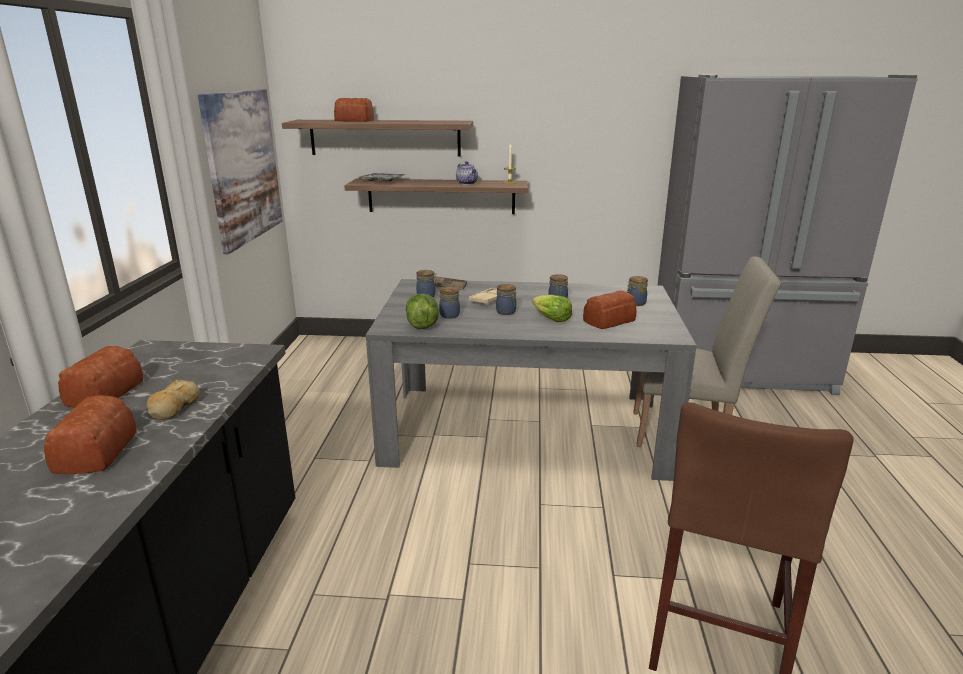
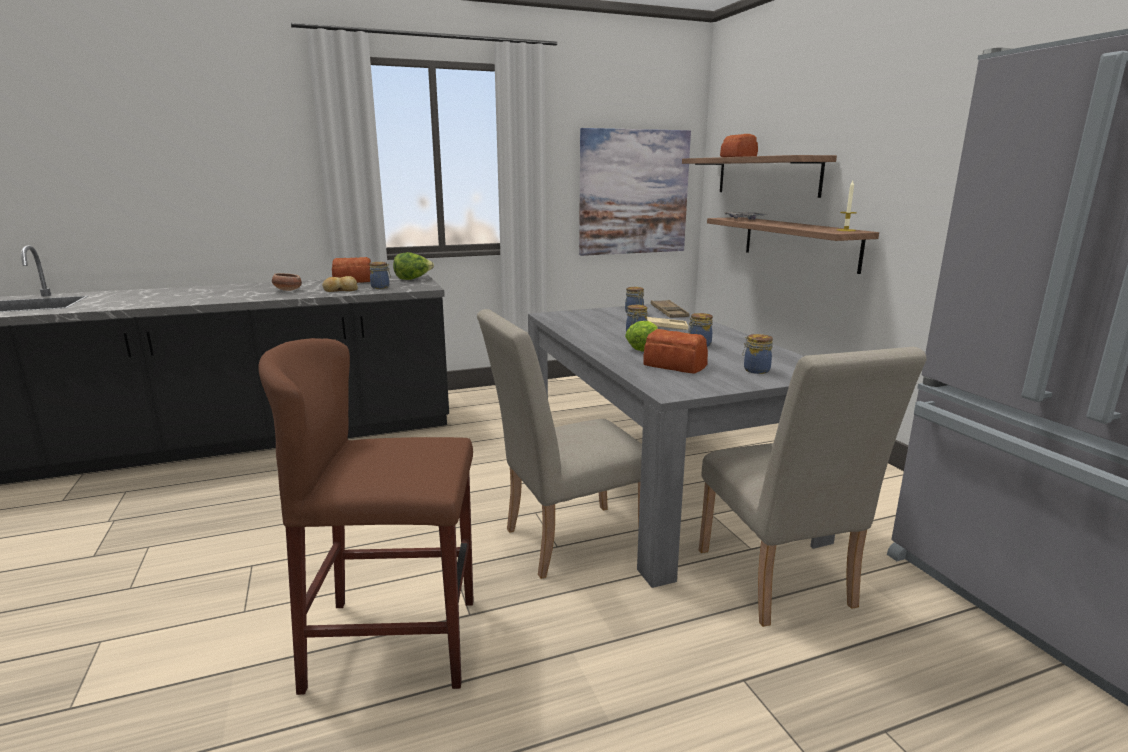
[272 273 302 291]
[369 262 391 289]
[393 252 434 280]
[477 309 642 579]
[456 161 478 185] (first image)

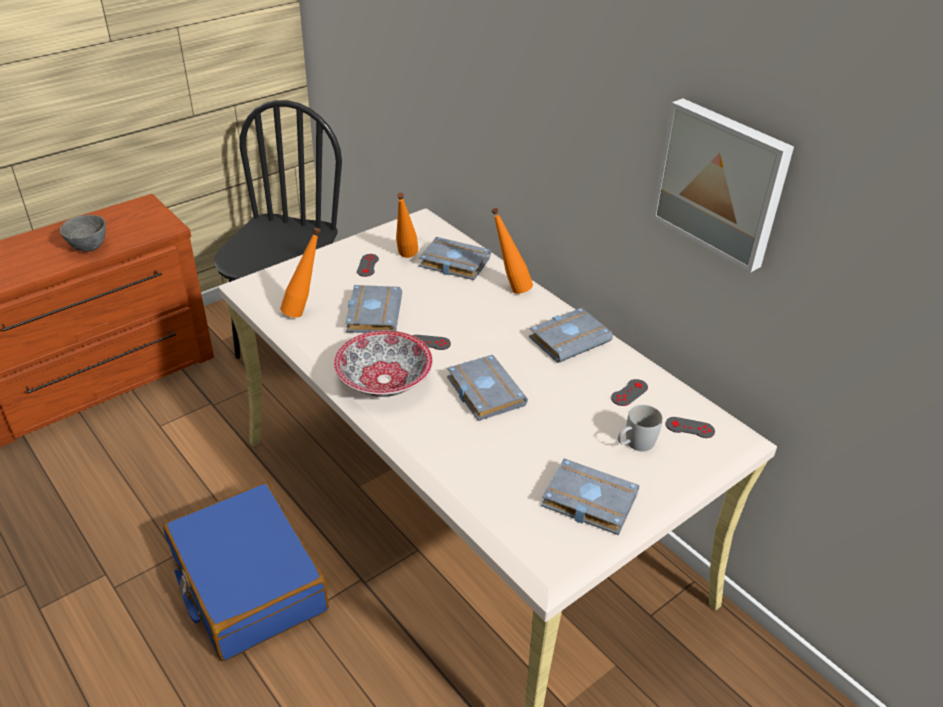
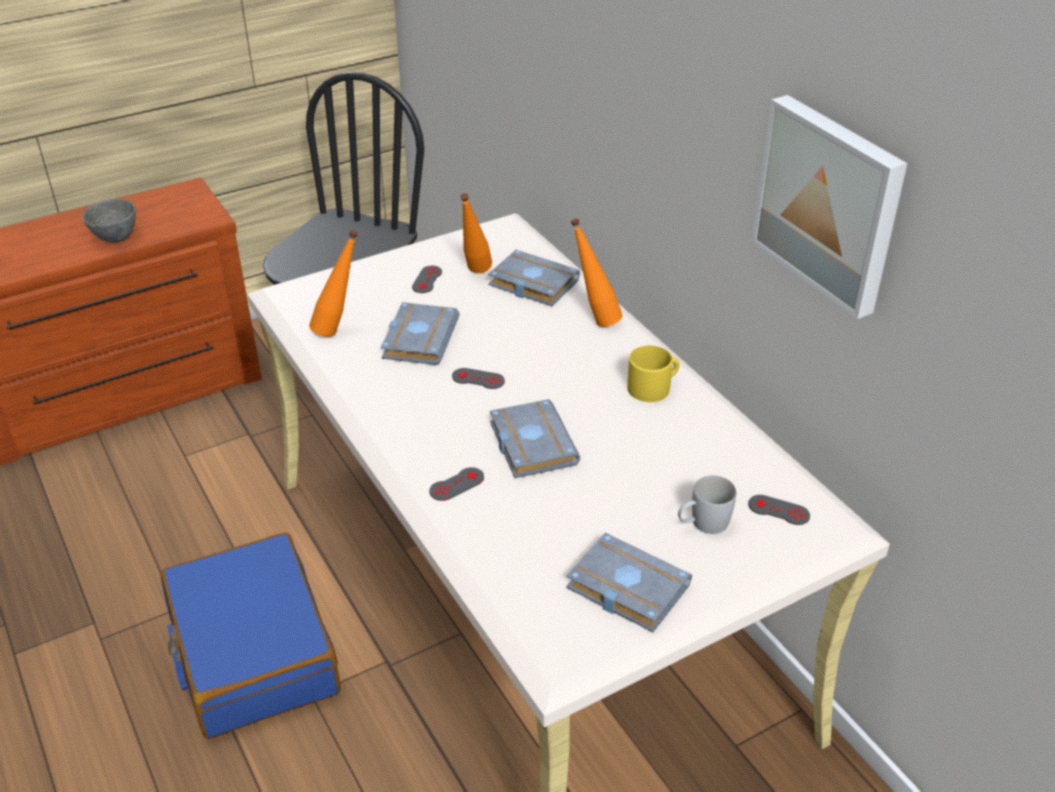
[429 467 484 501]
[627 345 680 402]
[334 330 433 397] (first image)

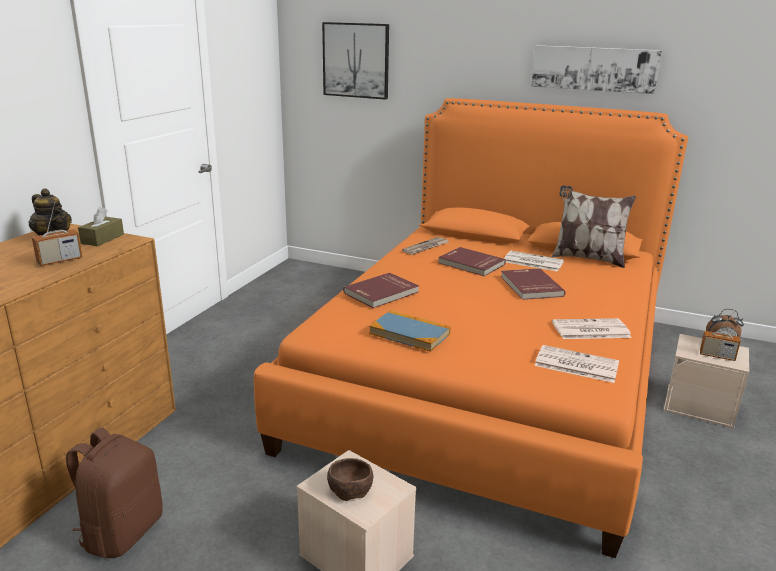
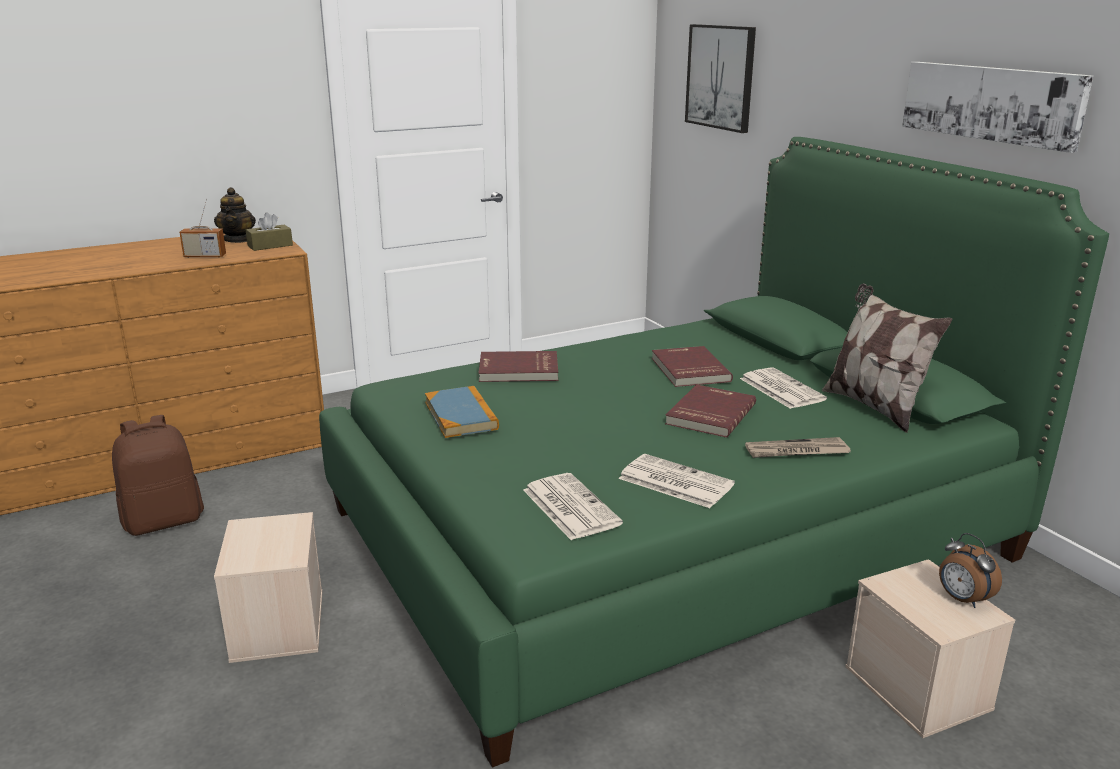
[319 137 1109 768]
[745 437 851 458]
[327 458 373 501] (first image)
[700 312 740 361] (first image)

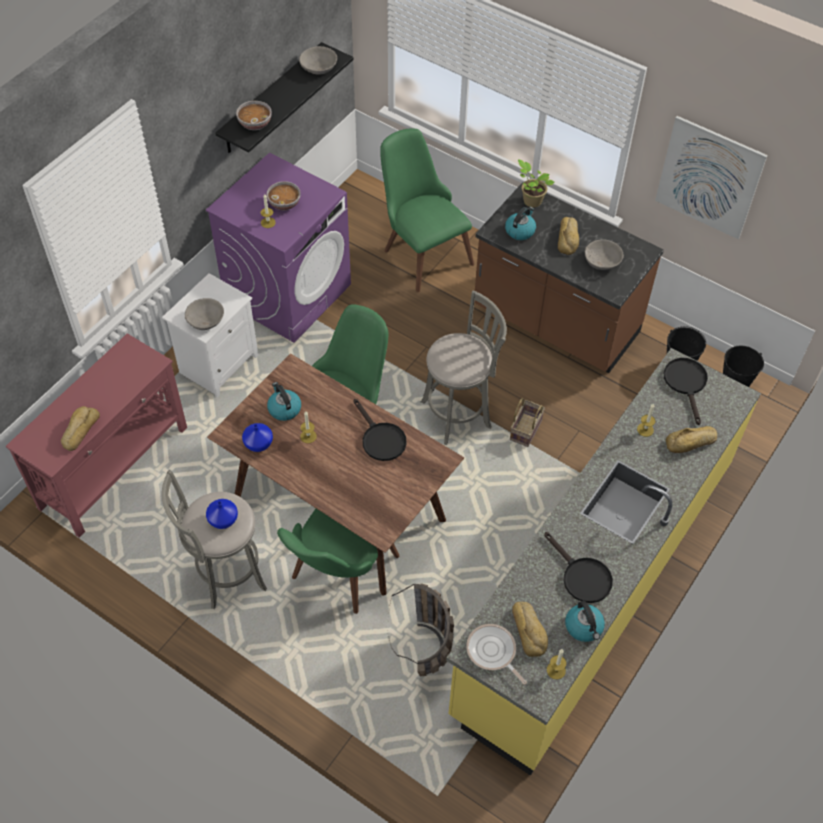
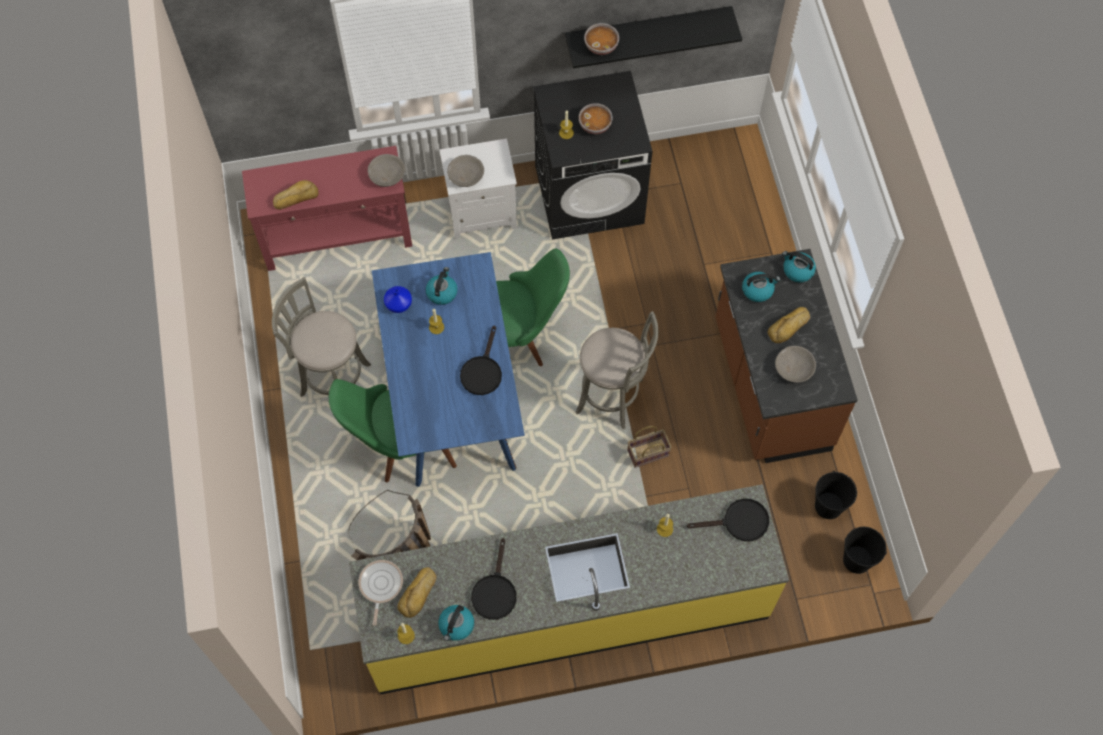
[368 154 405 187]
[372 252 525 487]
[533 71 652 239]
[687 498 769 541]
[782 251 816 283]
[206 499 238 529] (first image)
[380 129 474 292] (first image)
[655 116 768 239] (first image)
[666 426 717 453] (first image)

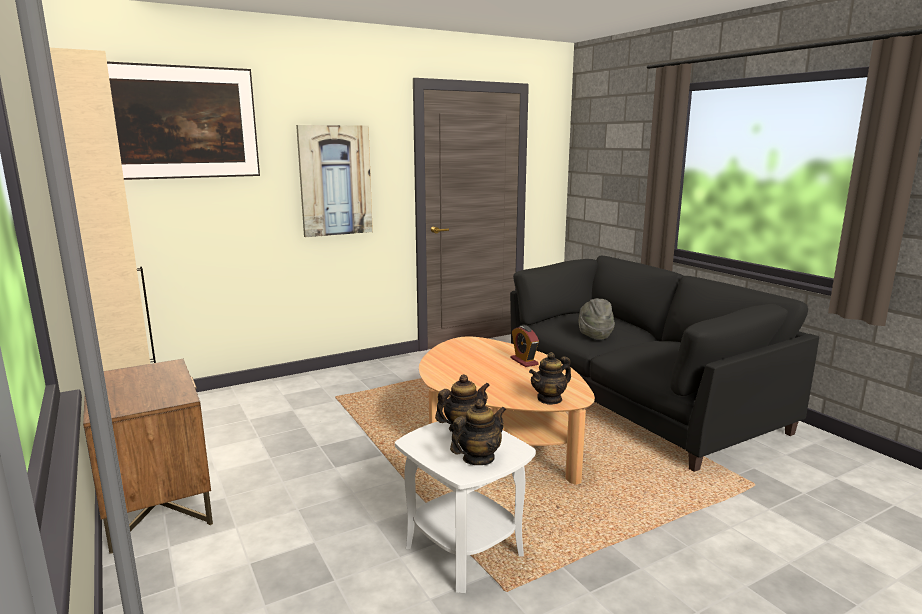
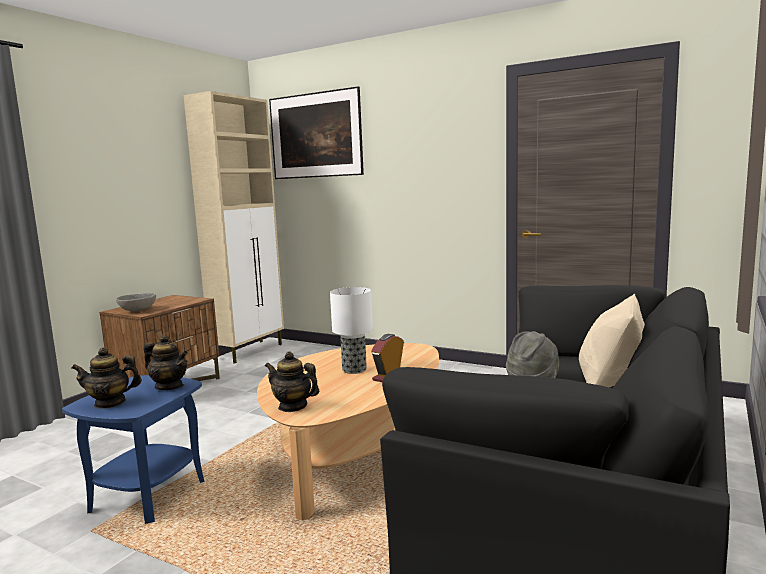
[62 375 205 524]
[72 347 142 409]
[116 293 156 311]
[330 287 373 374]
[579 294 645 387]
[296 125 373 237] (first image)

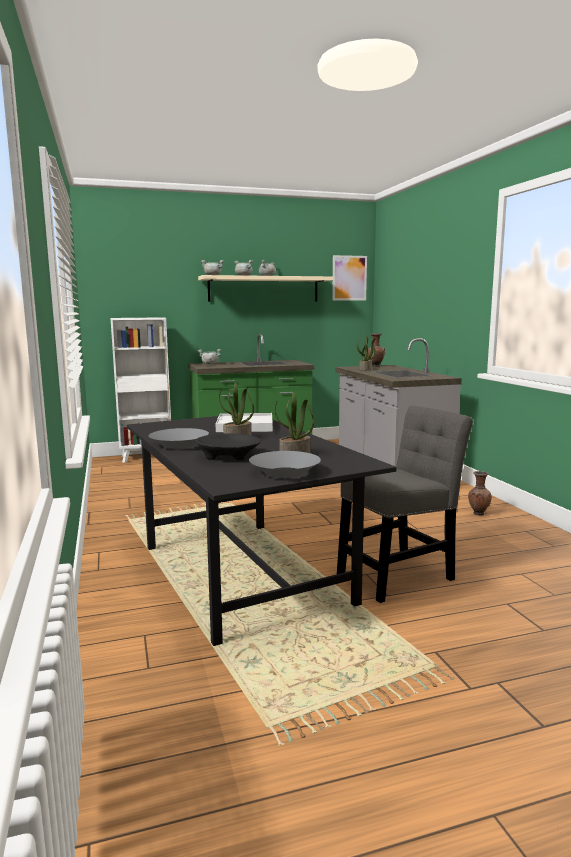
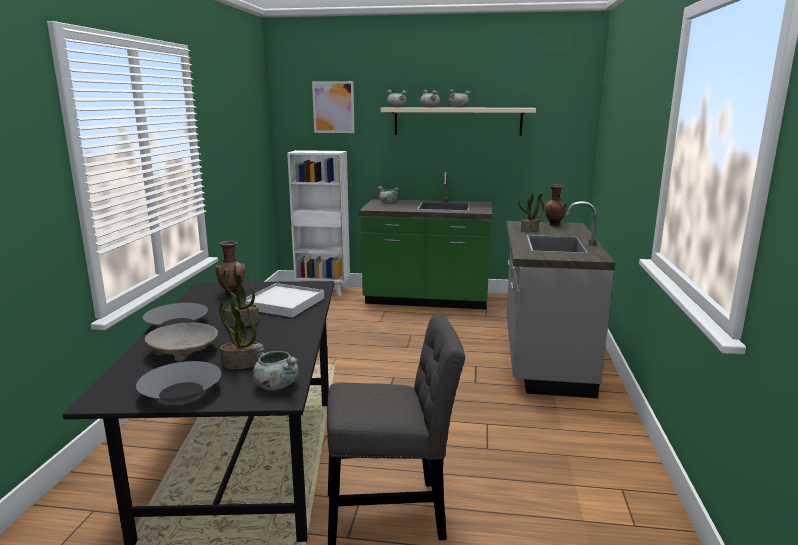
[145 323 218 362]
[215 241 245 295]
[253 343 299 390]
[312 81 354 133]

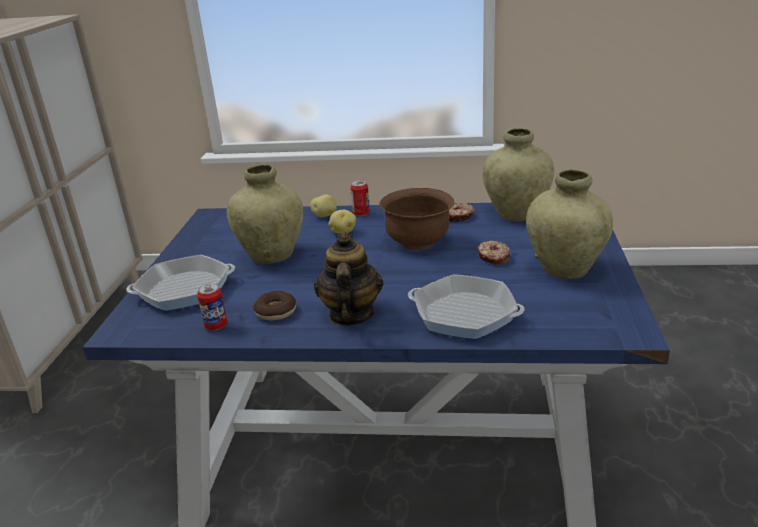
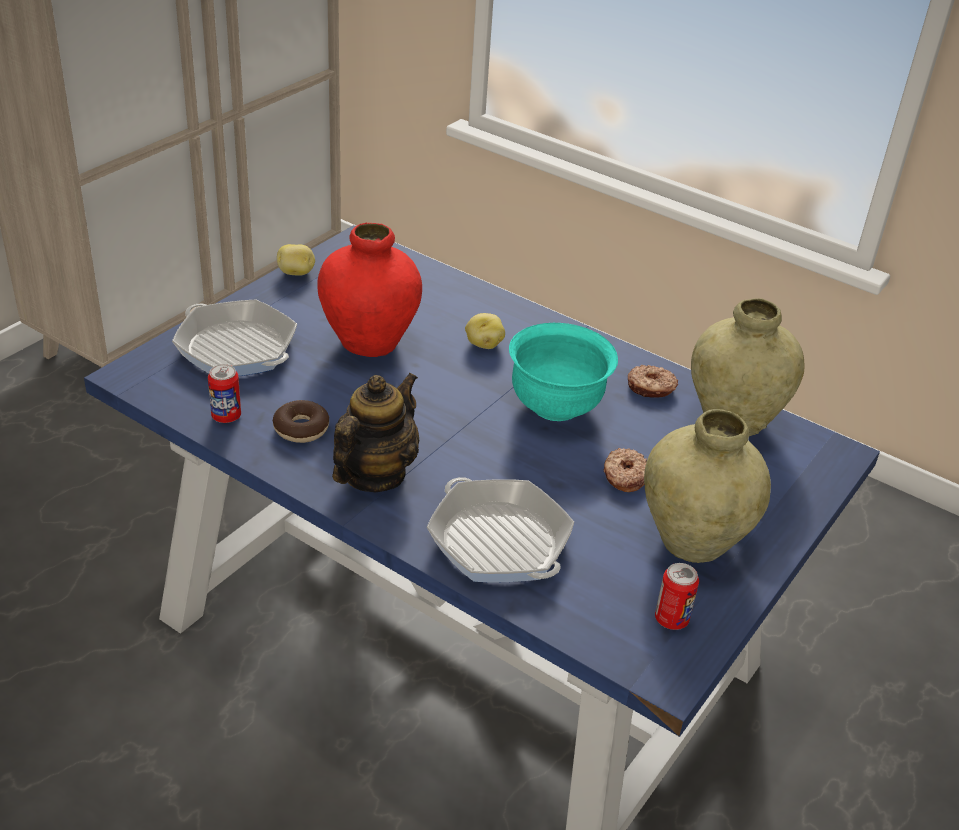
[172 300 297 376]
[277 244 315 276]
[317 223 422 357]
[509 323 618 421]
[655 563 699 630]

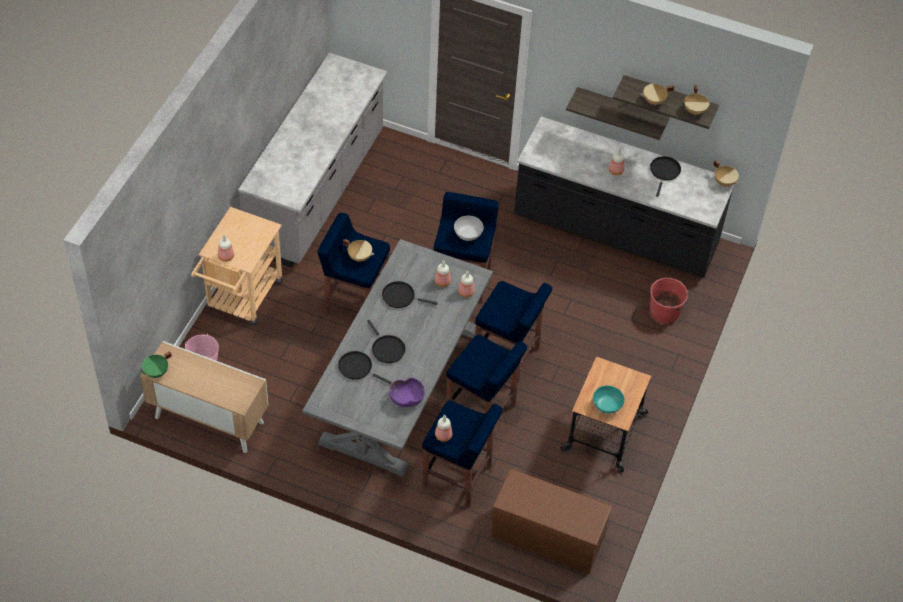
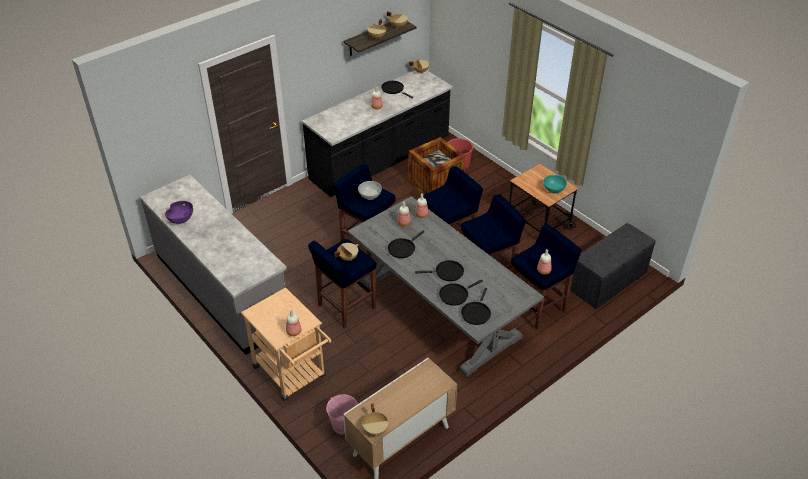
[165 201 193 224]
[363 404 389 436]
[409 137 465 195]
[461 288 491 325]
[570 223 656 309]
[566 87 670 140] (first image)

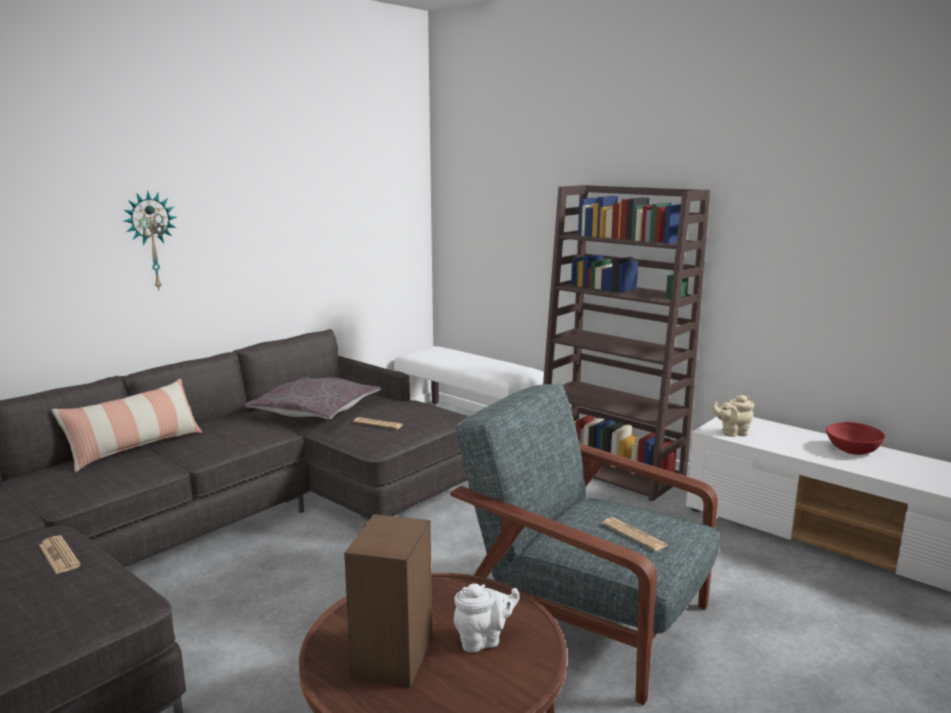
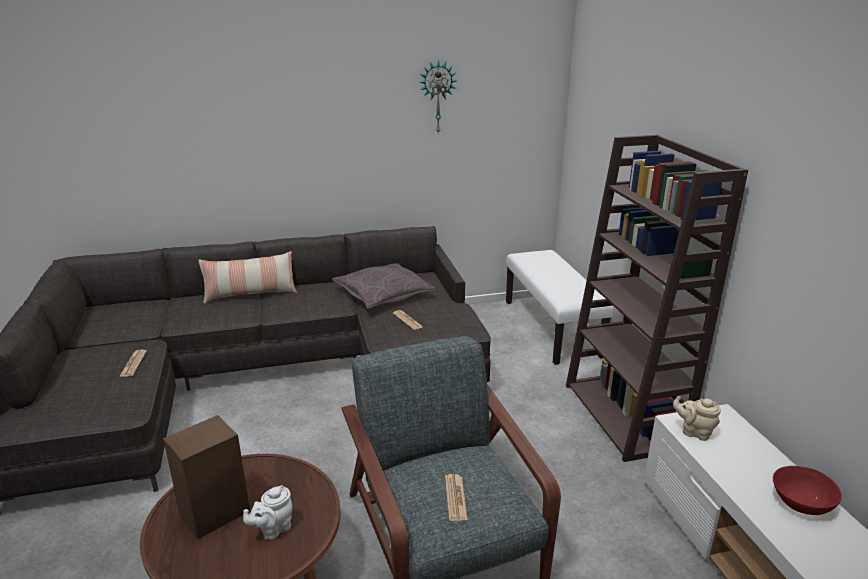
[243 485 292 540]
[420 60 458 133]

